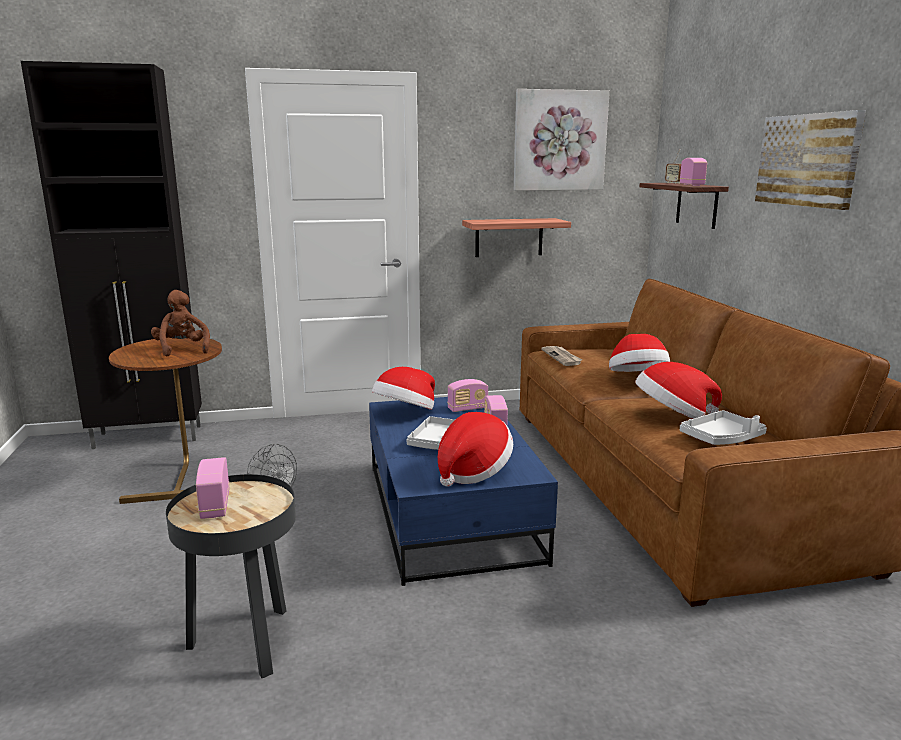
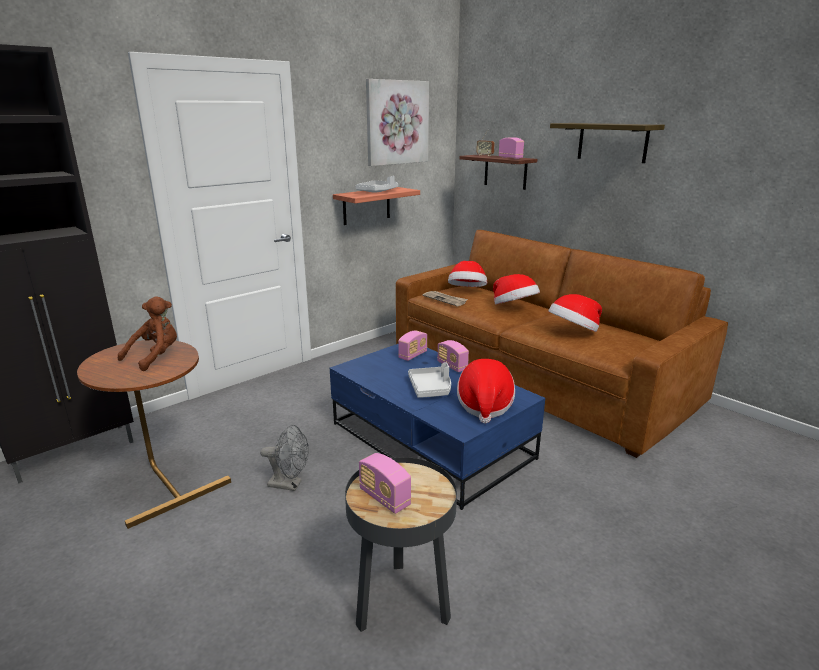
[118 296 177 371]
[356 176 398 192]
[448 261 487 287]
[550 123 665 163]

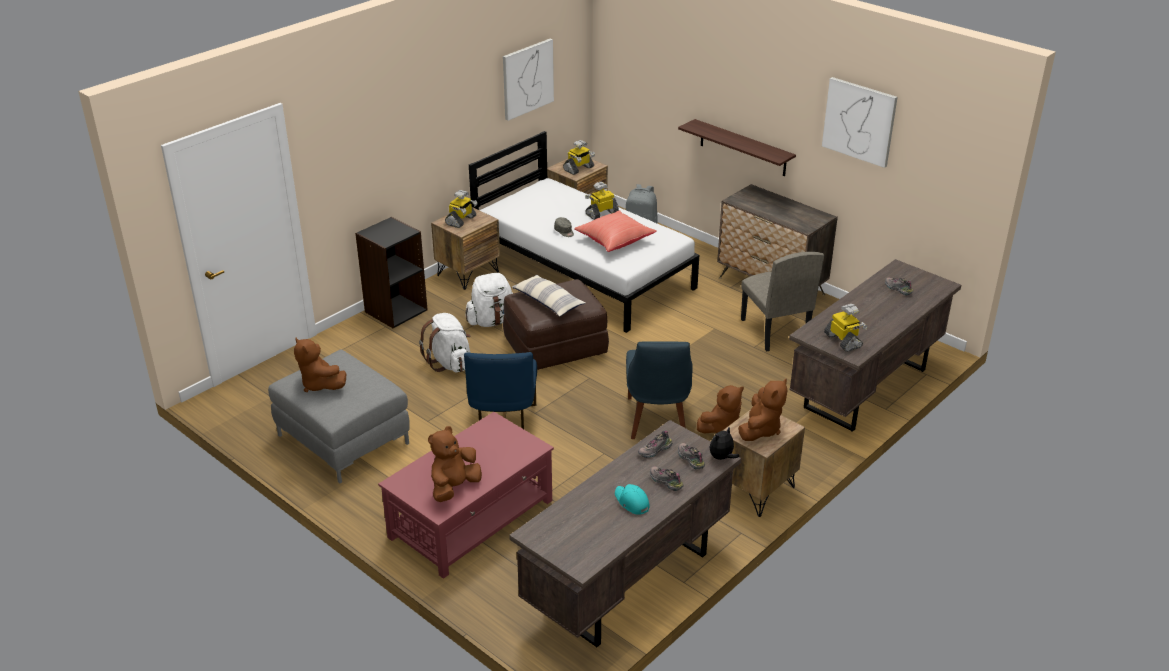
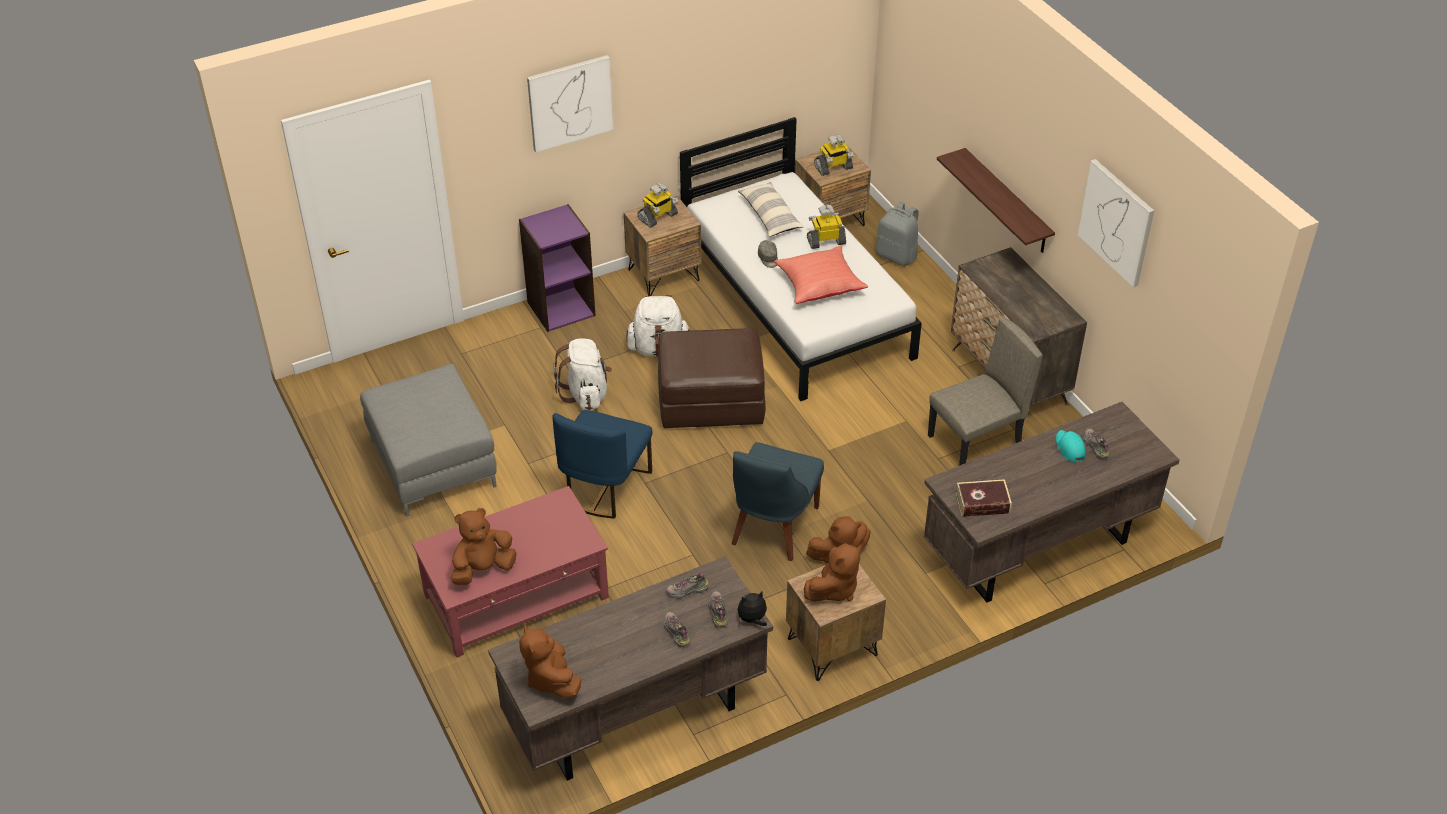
[519 204 595 332]
[519 624 582 698]
[527 55 613 153]
[738 182 804 237]
[928 318 1043 466]
[956 479 1012 517]
[1056 430 1085 463]

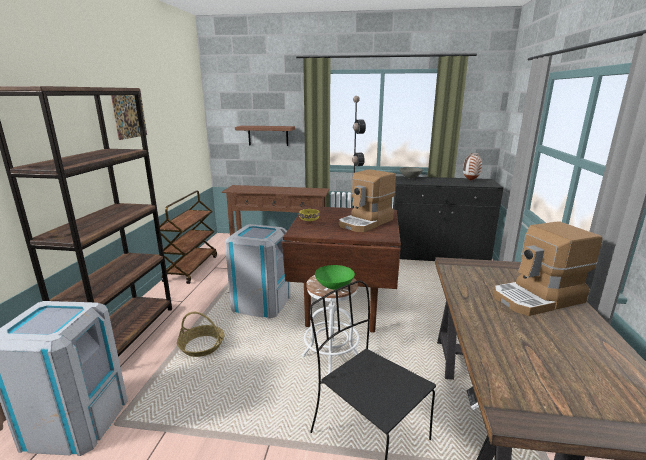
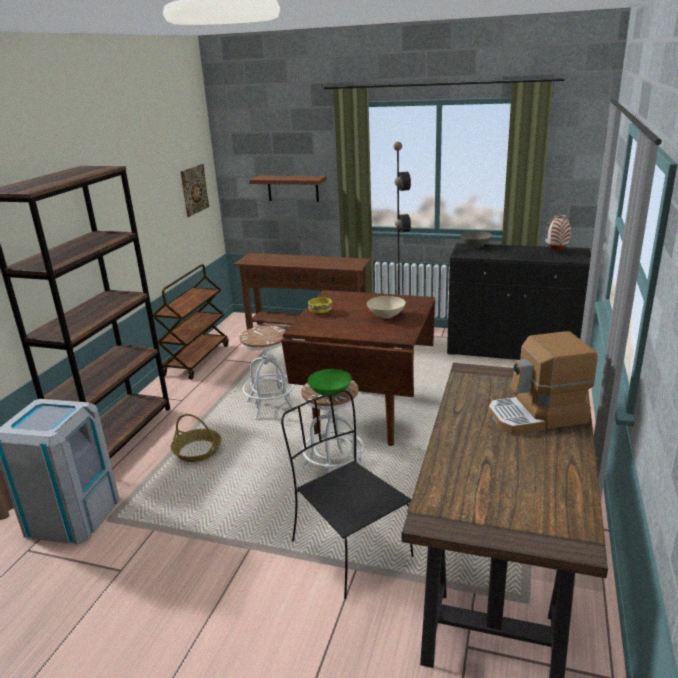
[180 164 209 217]
[239 326 296 420]
[367 296 406 319]

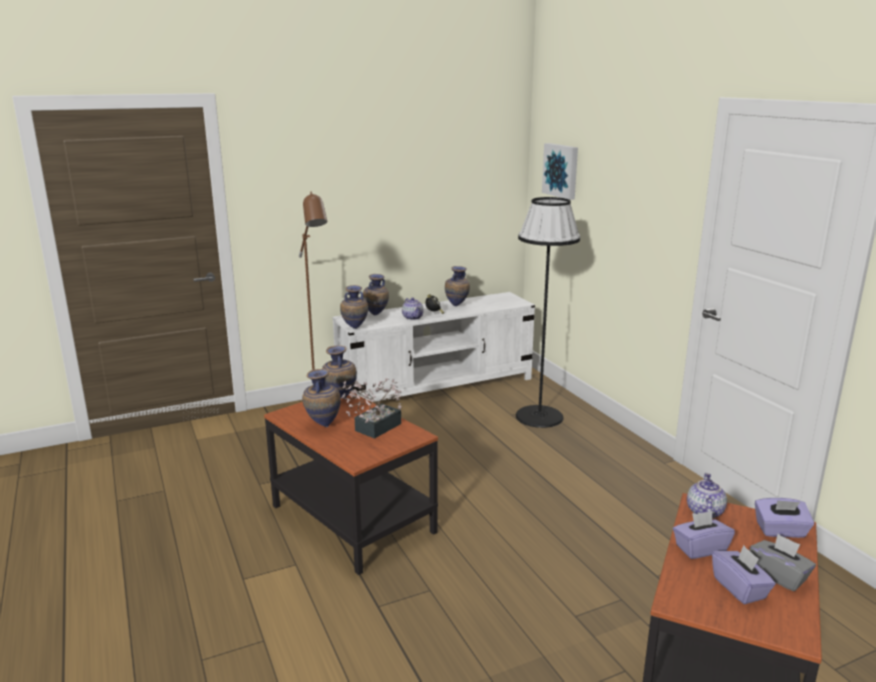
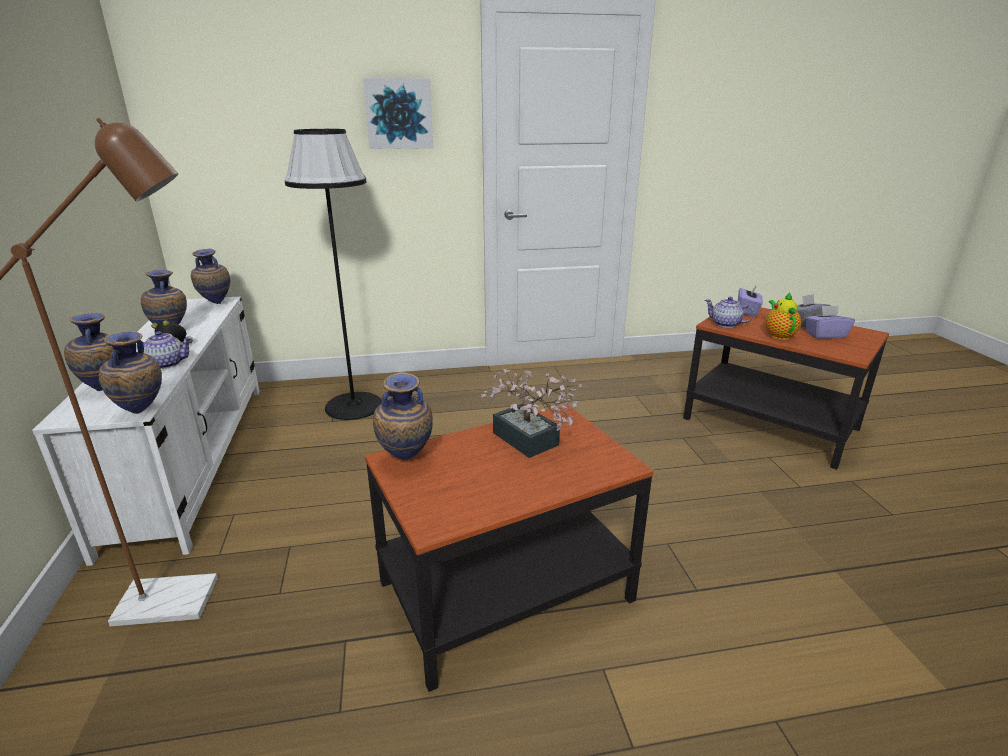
[191 248 230 304]
[363 78 433 149]
[766 292 801 340]

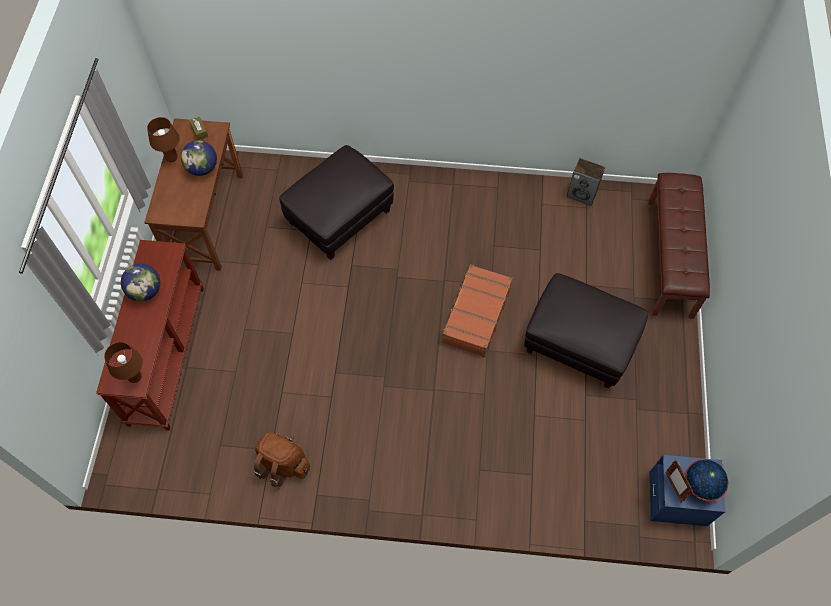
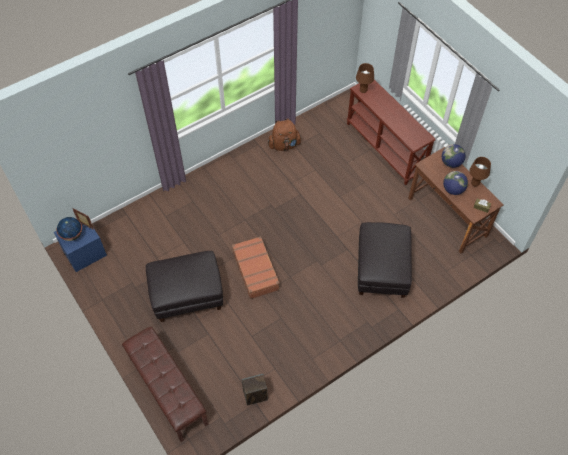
[442 144 466 168]

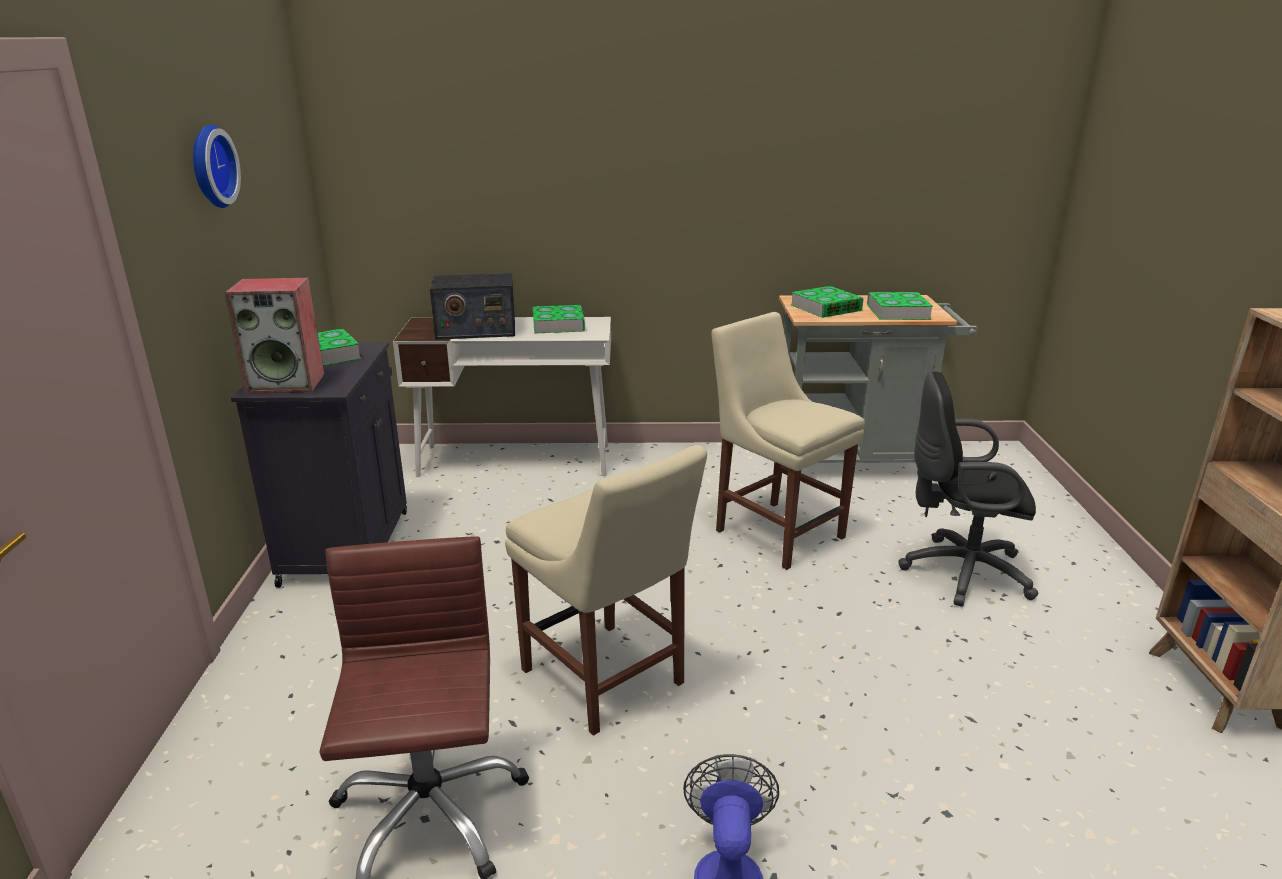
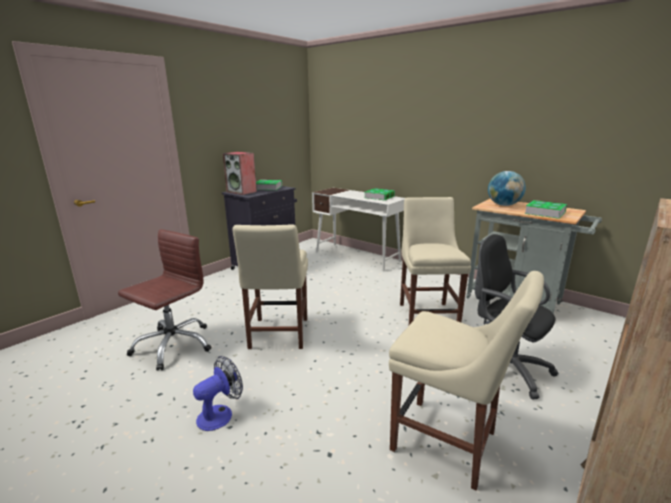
[389 271 544 491]
[488 171 526 206]
[193 124 241 208] (first image)
[430 273 515 340] (first image)

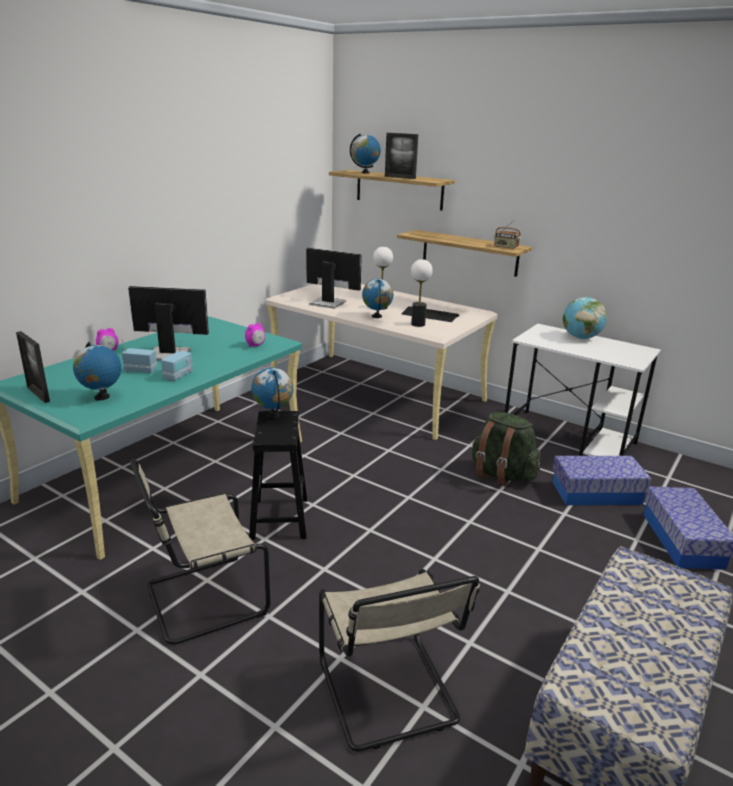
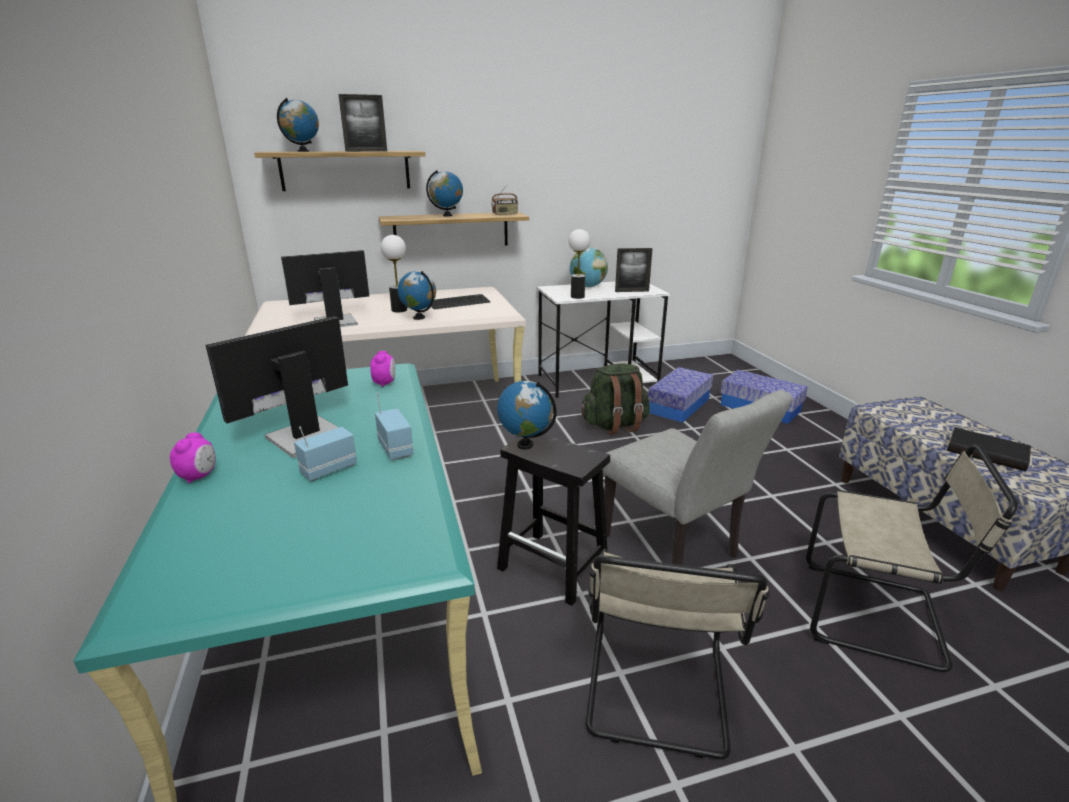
[426 170 463 216]
[568 229 590 299]
[603 390 792 565]
[615 248 653 292]
[947 427 1031 471]

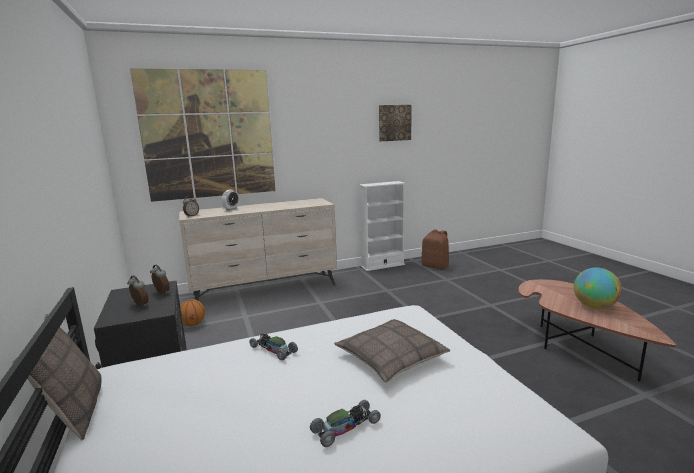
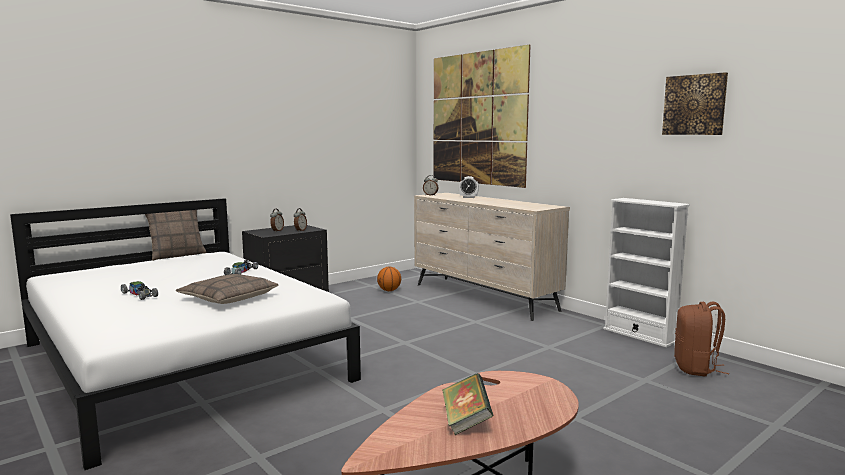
[442 373 493 435]

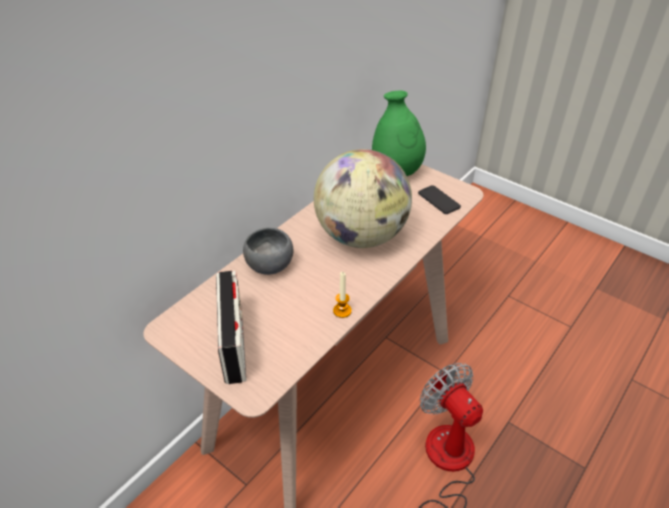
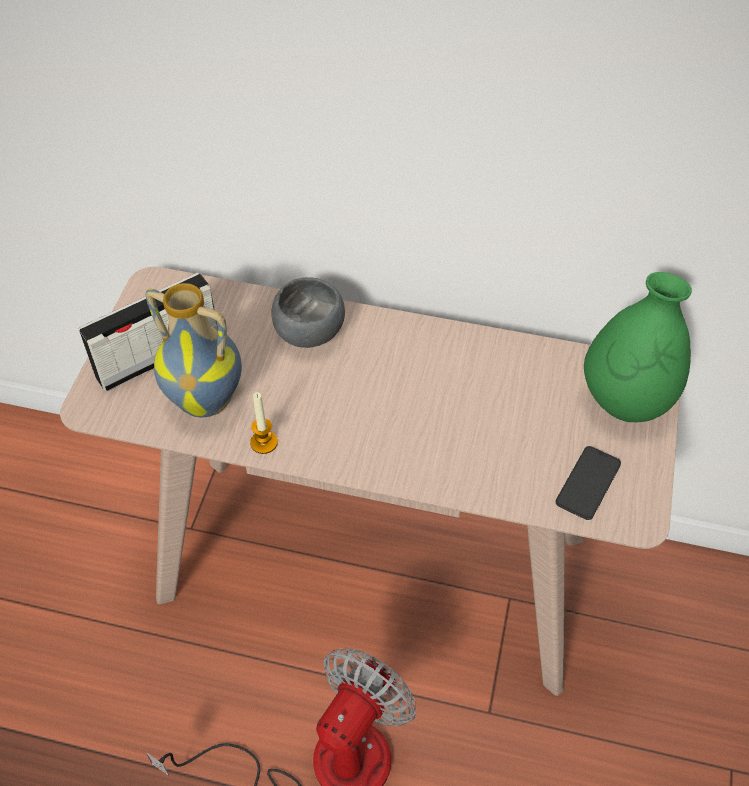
[145 283 242 417]
[314 149 412 248] (first image)

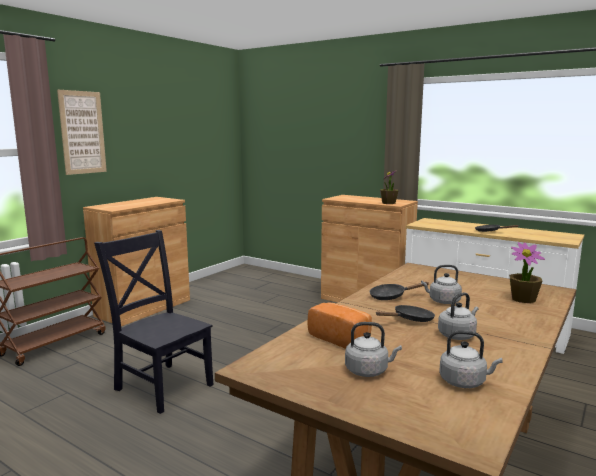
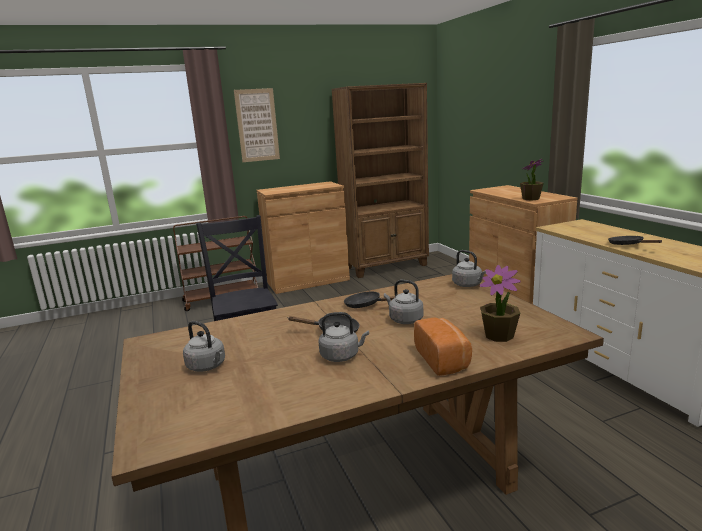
[331 83 429 278]
[414 317 472 376]
[452 250 486 287]

